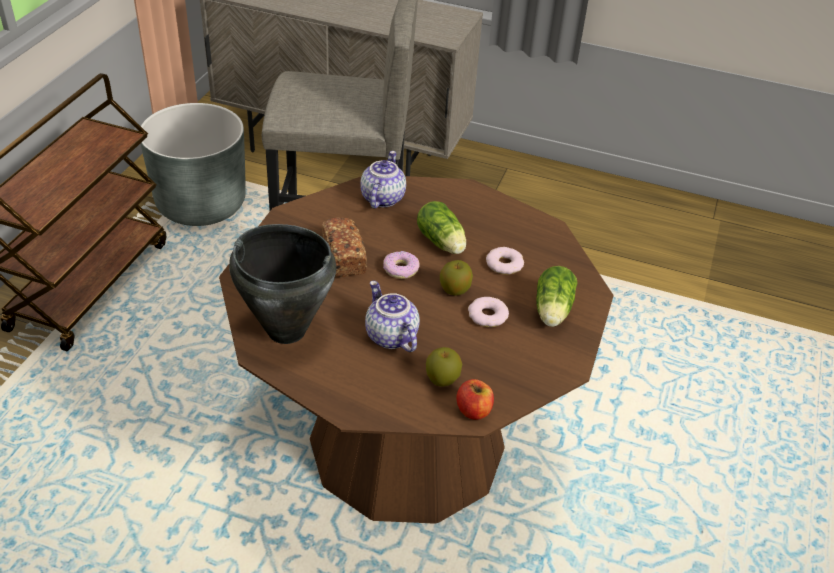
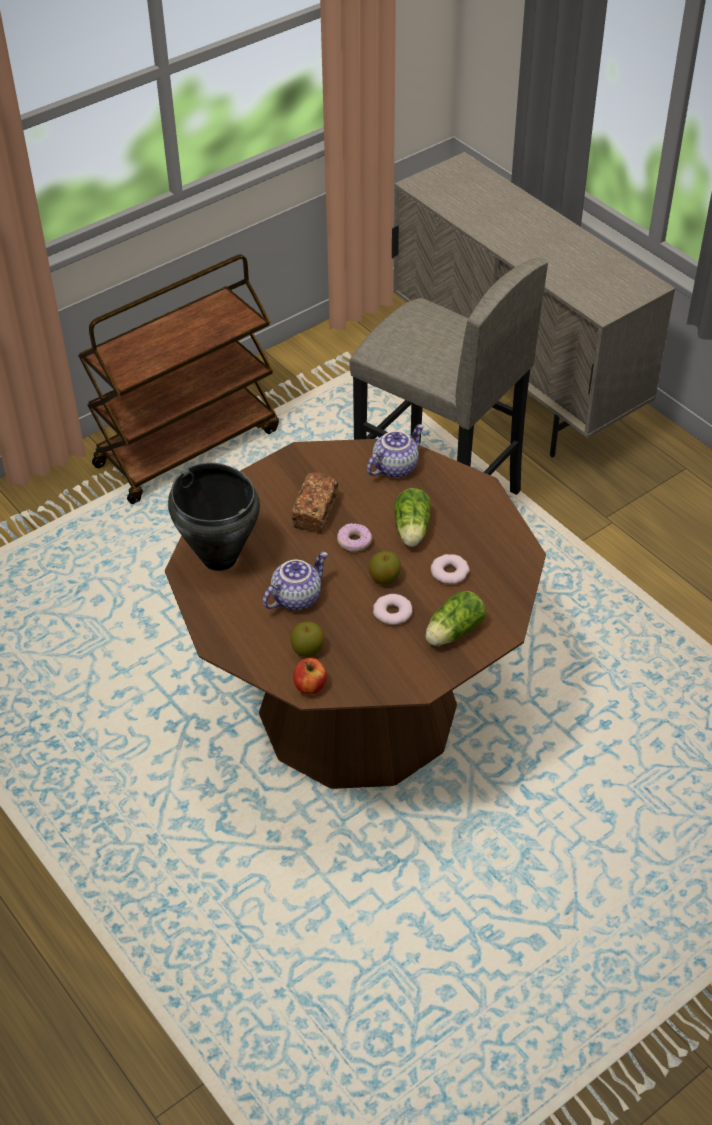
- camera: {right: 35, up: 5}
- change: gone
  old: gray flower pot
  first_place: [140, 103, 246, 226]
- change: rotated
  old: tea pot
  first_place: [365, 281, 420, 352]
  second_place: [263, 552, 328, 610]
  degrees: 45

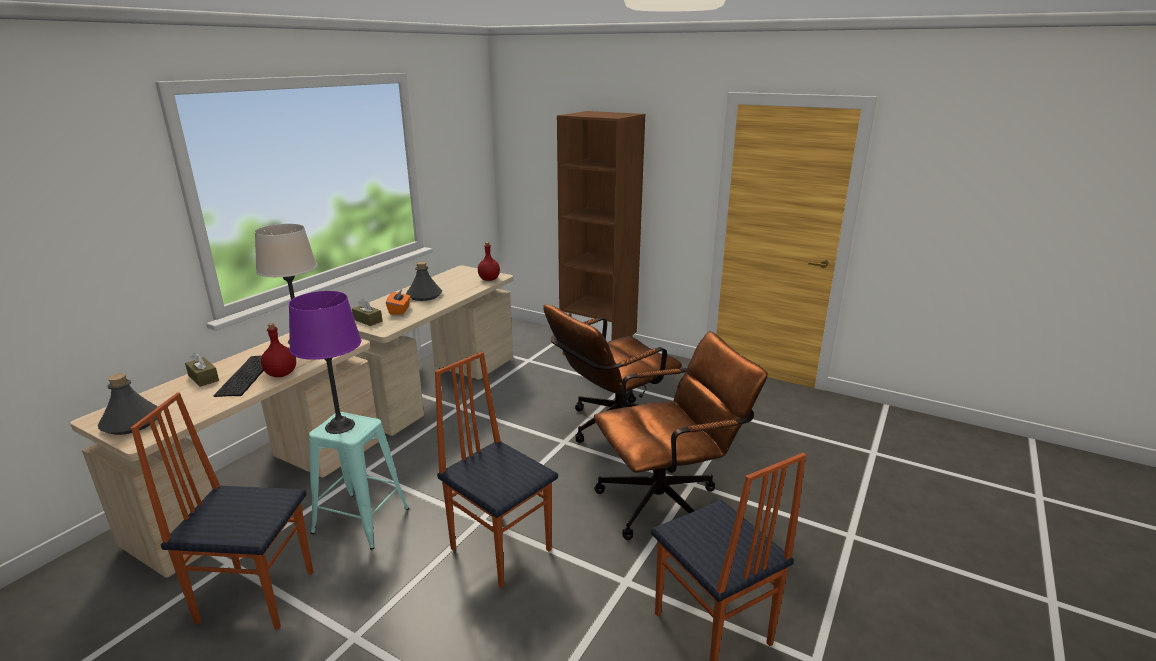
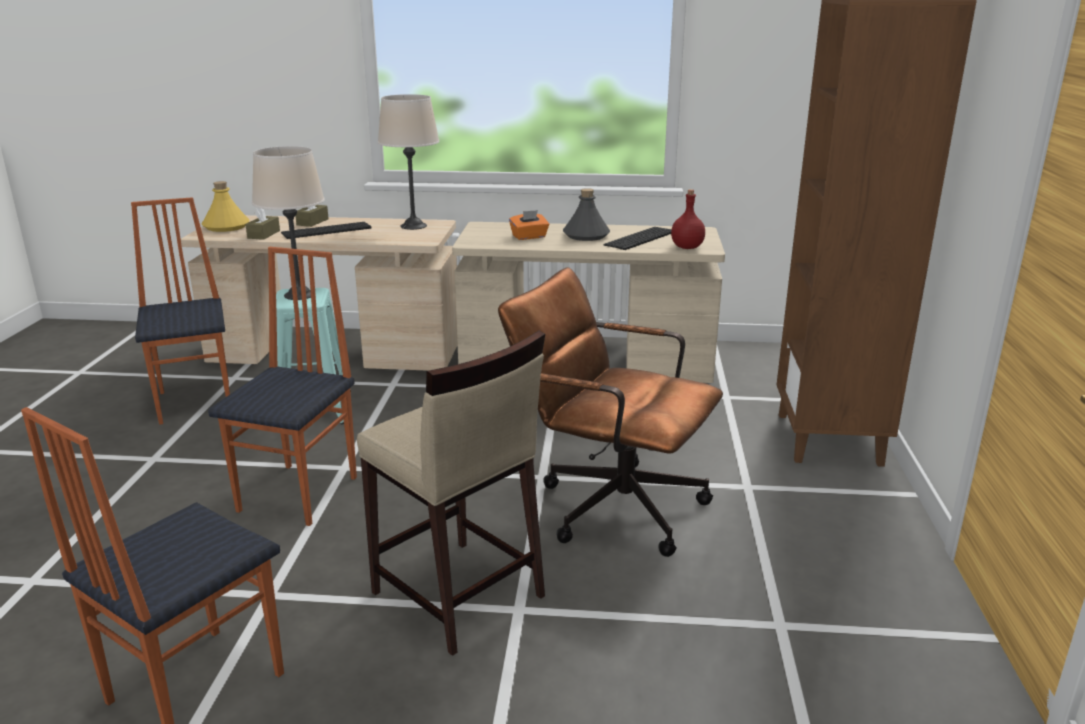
- camera: {right: 65, up: 0}
- change: repainted
  old: gray beverage bottle
  new: yellowish beverage bottle
  first_place: [98, 373, 161, 435]
  second_place: [202, 181, 250, 232]
- change: gone
  old: reddish beverage bottle
  first_place: [261, 323, 296, 377]
- change: repainted
  old: purple lamp for a table
  new: beige-coloured lamp for a table
  first_place: [289, 291, 361, 434]
  second_place: [252, 146, 325, 300]
- change: shifted
  old: brown-coloured tissue holder
  first_place: [352, 299, 382, 326]
  second_place: [245, 208, 280, 240]
- change: swapped
  old: brown-coloured computer chair
  new: beige-coloured stool seat
  first_place: [594, 331, 768, 540]
  second_place: [357, 331, 545, 656]
- change: new
  new: computer keyboard
  second_place: [604, 227, 672, 250]

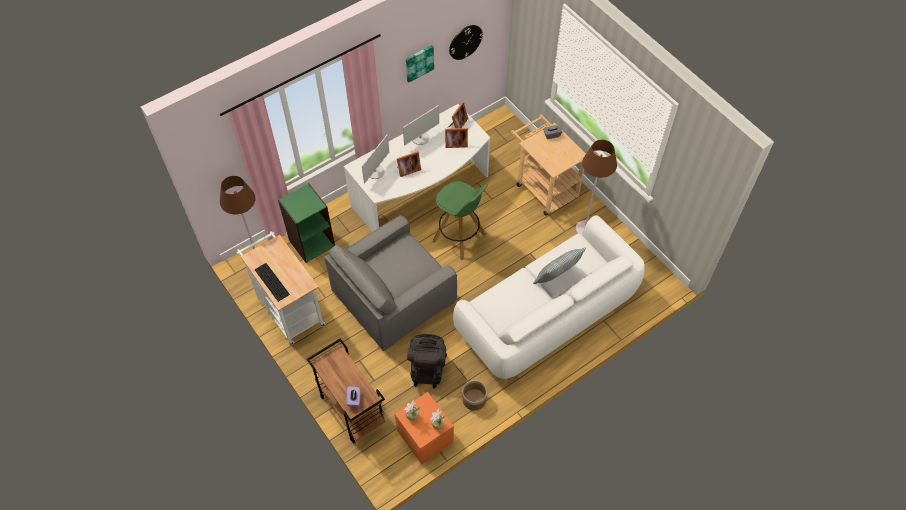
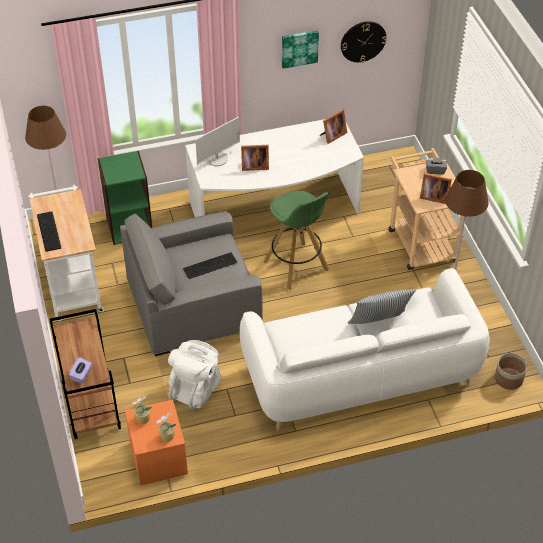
- camera: {right: 20, up: -10}
- change: gone
  old: monitor
  first_place: [403, 105, 439, 145]
- change: repainted
  old: black-coloured knapsack
  new: whitish knapsack
  first_place: [407, 334, 447, 388]
  second_place: [168, 340, 222, 409]
- change: shifted
  old: picture frame
  first_place: [445, 128, 468, 148]
  second_place: [420, 173, 452, 204]
- change: shifted
  old: flower pot
  first_place: [462, 380, 487, 410]
  second_place: [495, 353, 527, 390]
- change: new
  new: computer keyboard
  second_place: [183, 252, 237, 279]

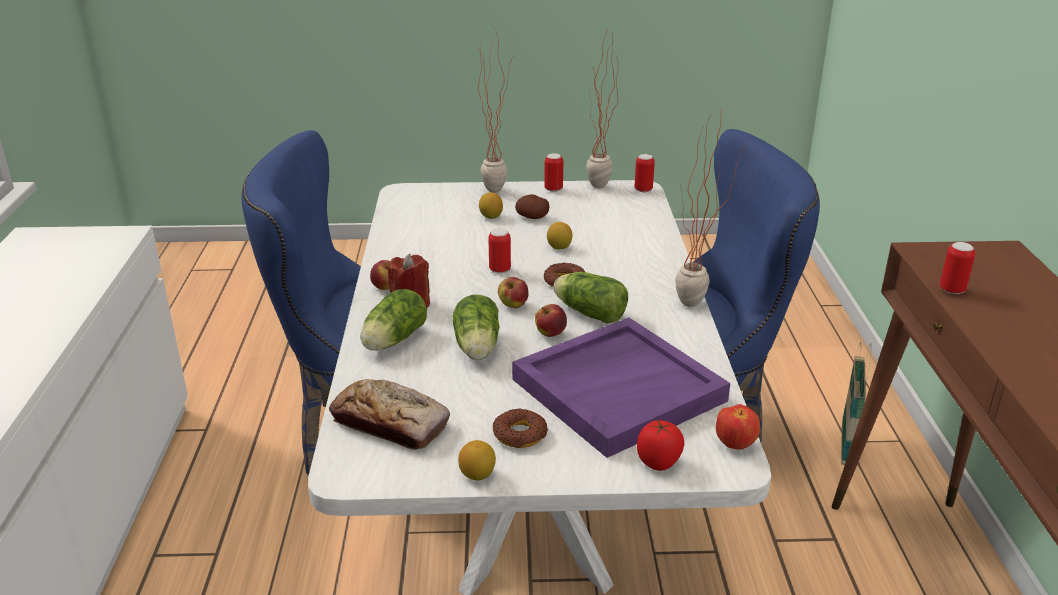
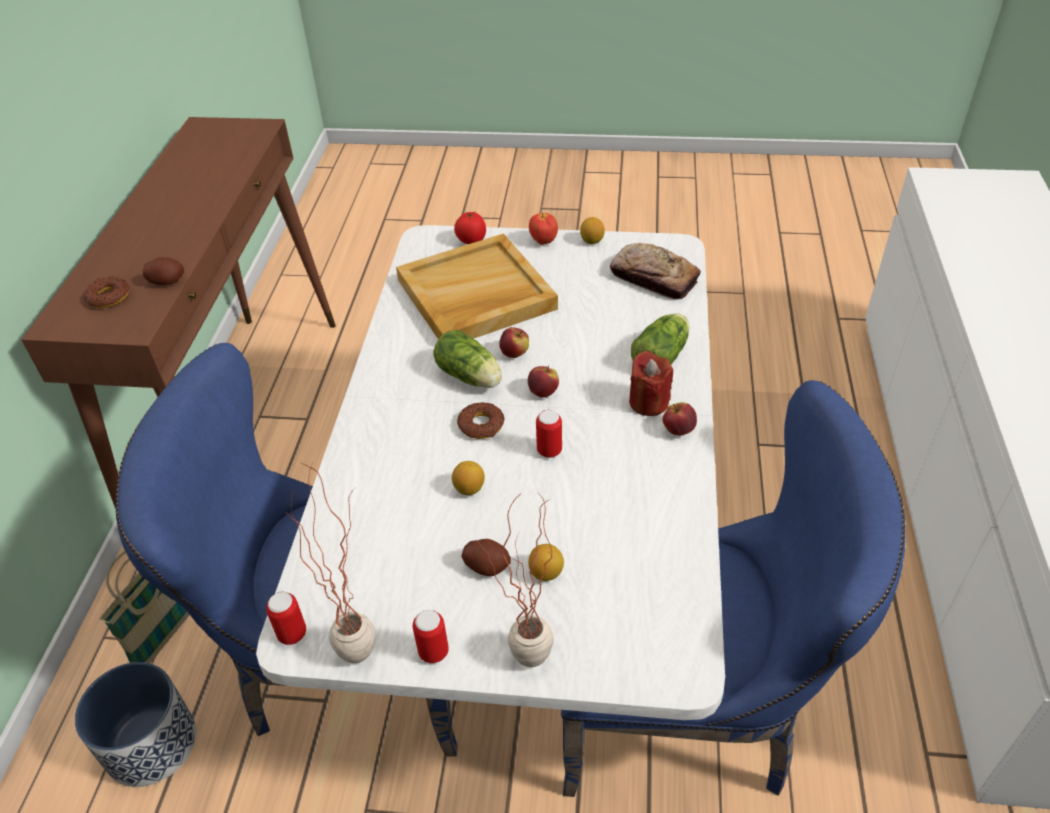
- camera: {right: -170, up: 15}
- change: gone
  old: lettuce head
  first_place: [453, 295, 500, 360]
- change: shifted
  old: doughnut
  first_place: [493, 408, 548, 448]
  second_place: [84, 276, 130, 308]
- change: repainted
  old: purple carrying tray
  new: beige-coloured carrying tray
  first_place: [512, 317, 730, 458]
  second_place: [396, 233, 558, 339]
- change: gone
  old: plant in a pot
  first_place: [675, 107, 747, 307]
- change: shifted
  old: apple
  first_place: [716, 404, 760, 450]
  second_place: [529, 212, 558, 245]
- change: swapped
  old: sealed can
  new: whole potato
  first_place: [940, 242, 975, 294]
  second_place: [143, 257, 184, 285]
- change: new
  new: flower pot
  second_place: [75, 662, 196, 787]

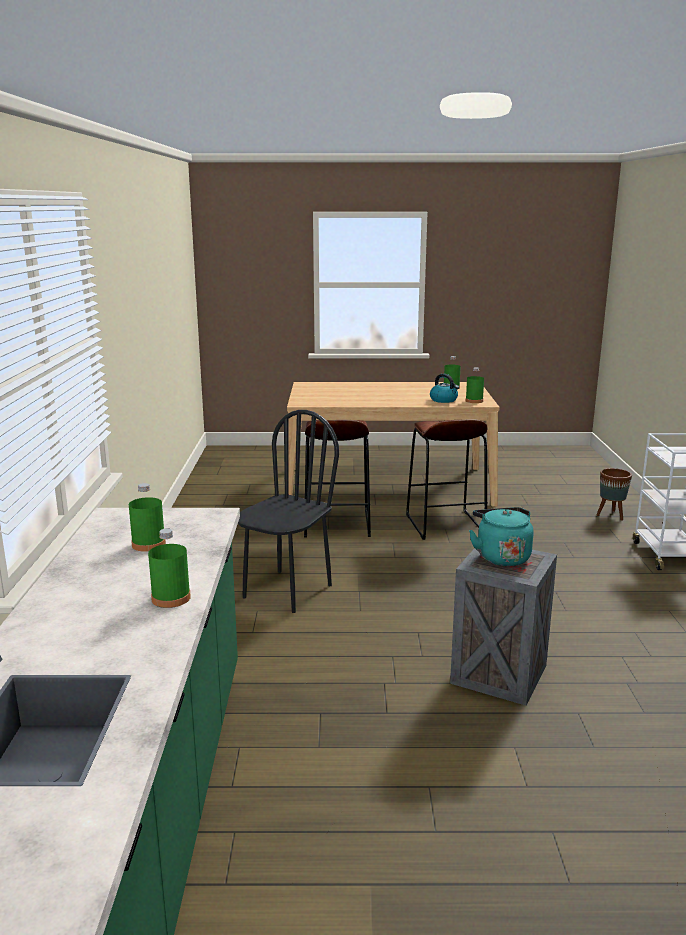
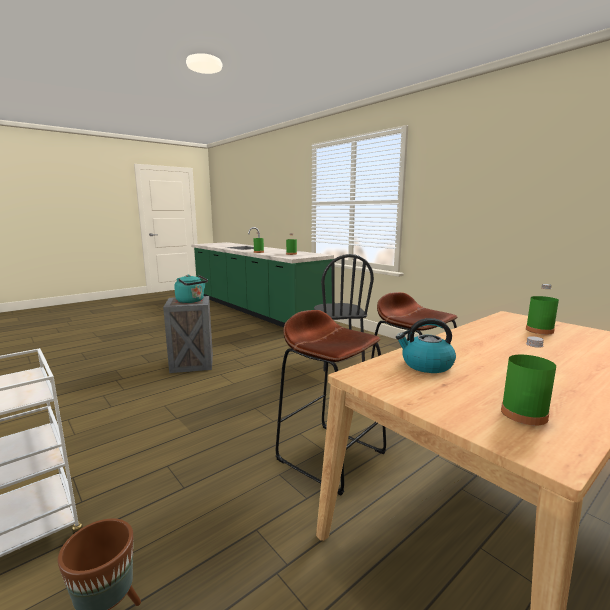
- camera: {right: 140, up: -5}
- change: shifted
  old: green-coloured beverage bottle
  first_place: [466, 367, 484, 403]
  second_place: [526, 284, 559, 334]

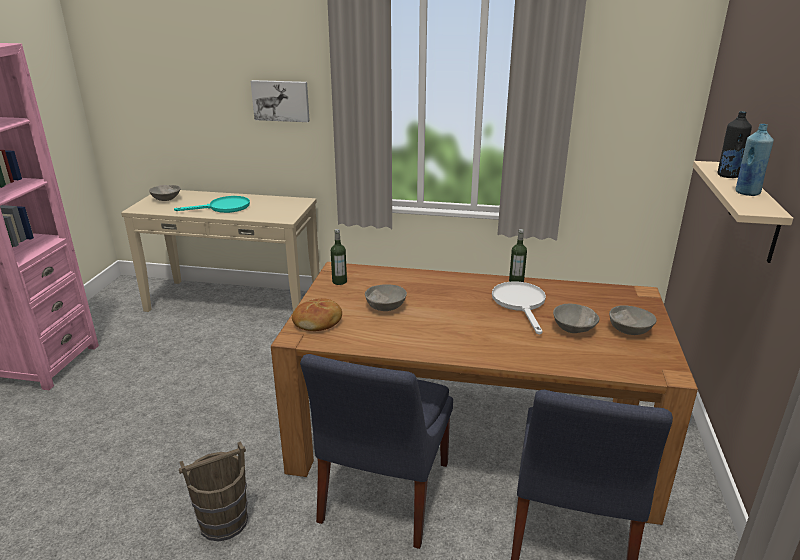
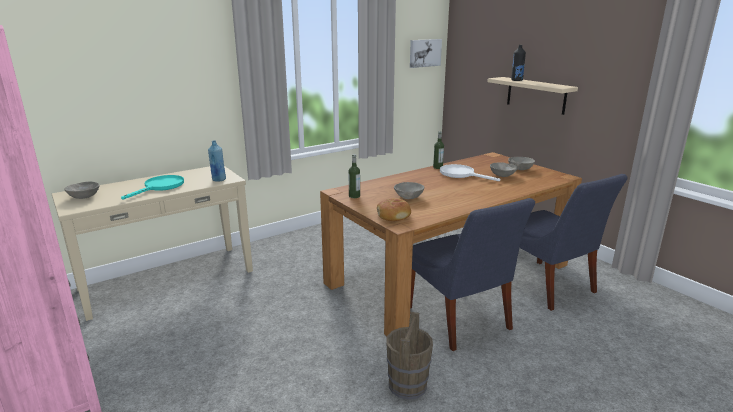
- camera: {right: -45, up: -5}
- change: shifted
  old: picture
  first_place: [251, 80, 310, 122]
  second_place: [410, 39, 442, 68]
- change: shifted
  old: blue beverage bottle
  first_place: [735, 124, 774, 196]
  second_place: [208, 141, 226, 182]

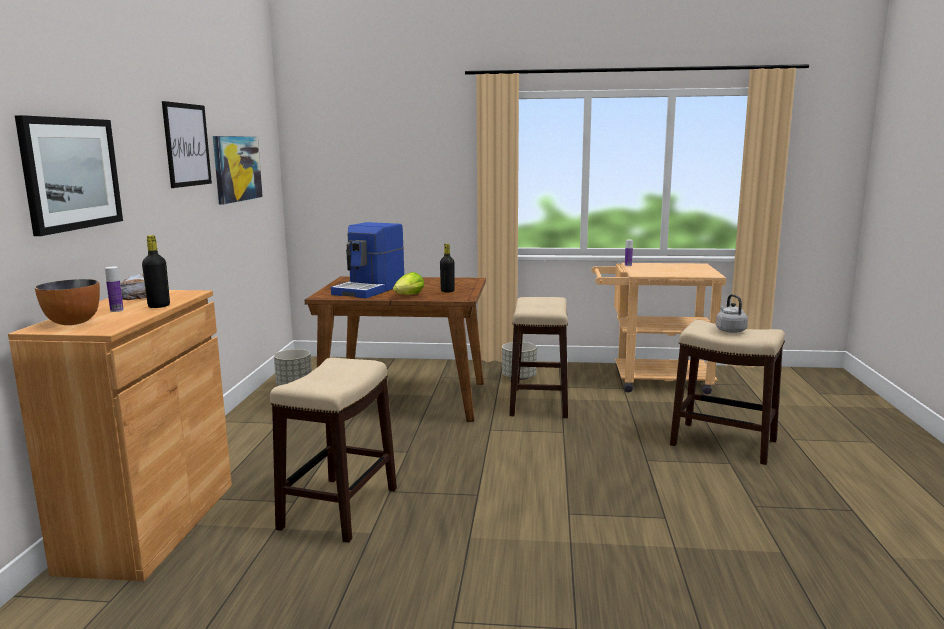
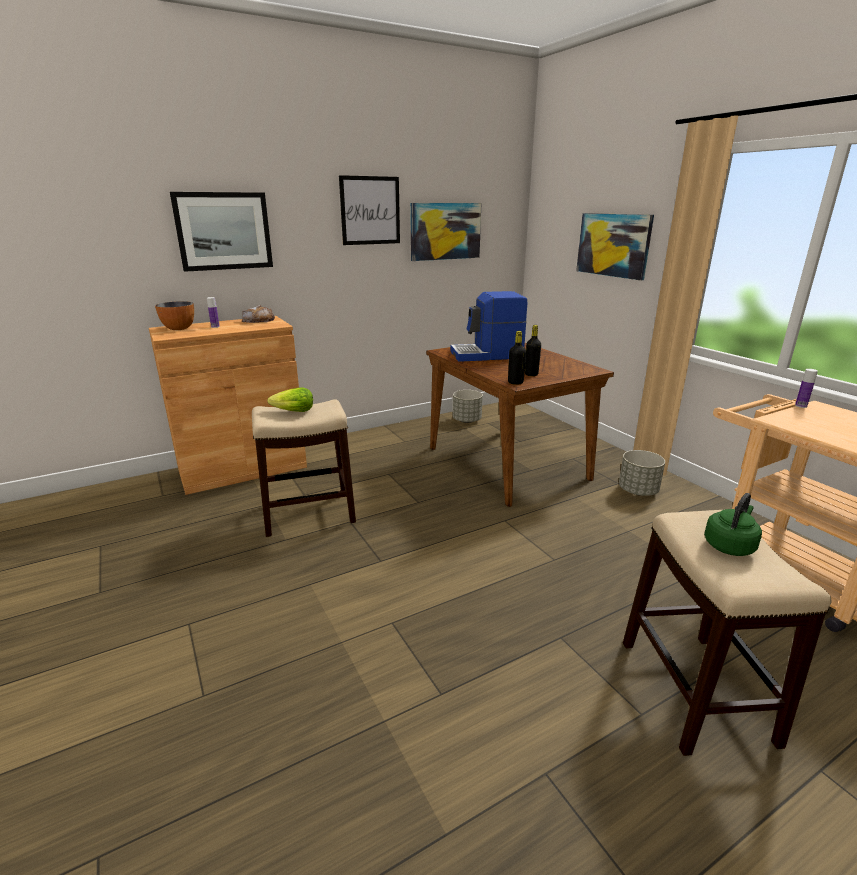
- camera: {right: 55, up: 10}
- change: shifted
  old: black-coloured beverage bottle
  first_place: [142, 235, 170, 308]
  second_place: [508, 331, 526, 385]
- change: shifted
  old: lettuce head
  first_place: [393, 272, 424, 295]
  second_place: [267, 387, 313, 412]
- change: gone
  old: stool seat
  first_place: [509, 297, 568, 418]
- change: repainted
  old: gray kettle
  new: green-coloured kettle
  first_place: [716, 294, 748, 333]
  second_place: [704, 493, 762, 556]
- change: new
  new: picture
  second_place: [576, 213, 654, 280]

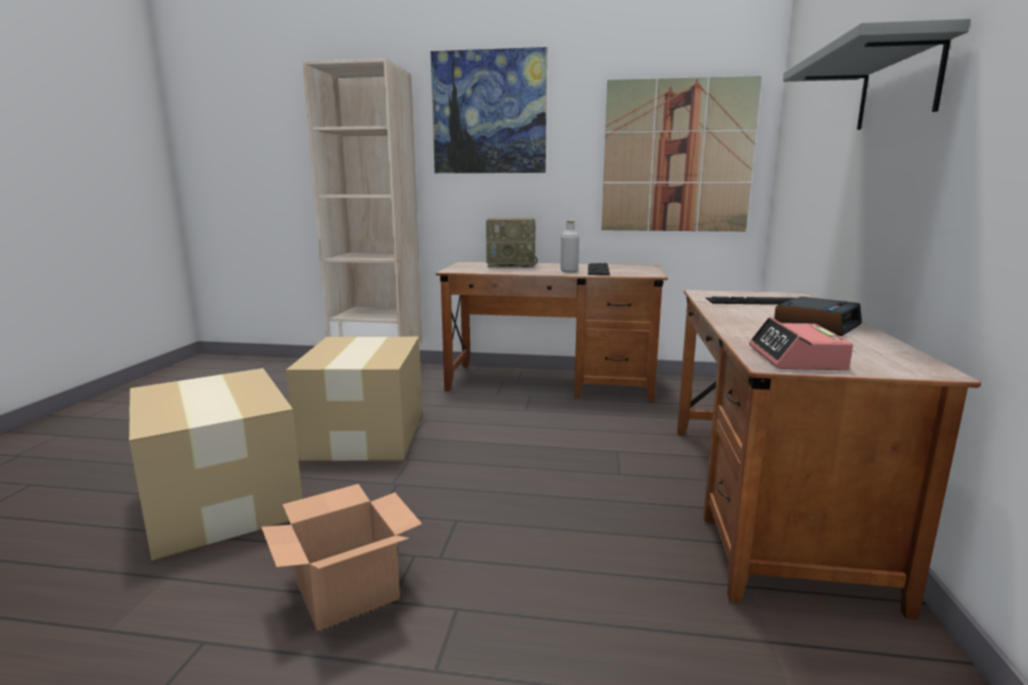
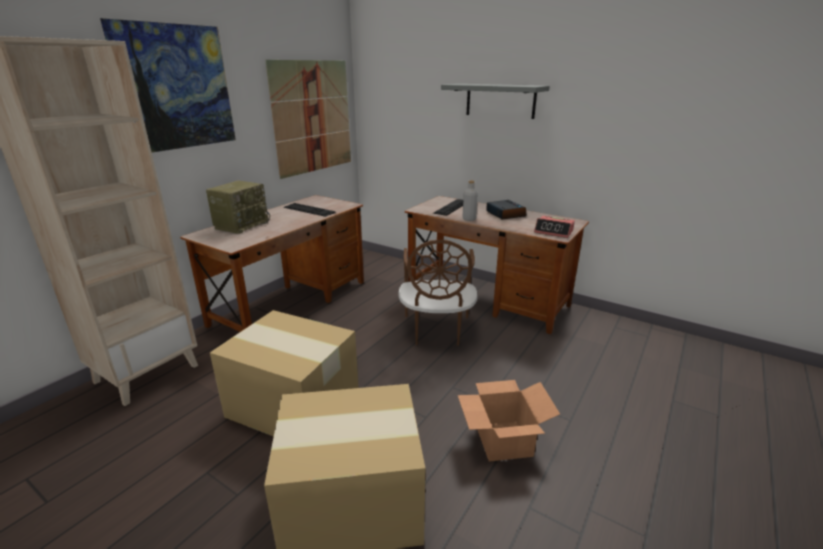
- camera: {right: -65, up: 10}
- change: shifted
  old: gray beverage bottle
  first_place: [560, 221, 579, 272]
  second_place: [462, 180, 478, 221]
- change: new
  new: brown-coloured upright chair
  second_place: [398, 240, 478, 346]

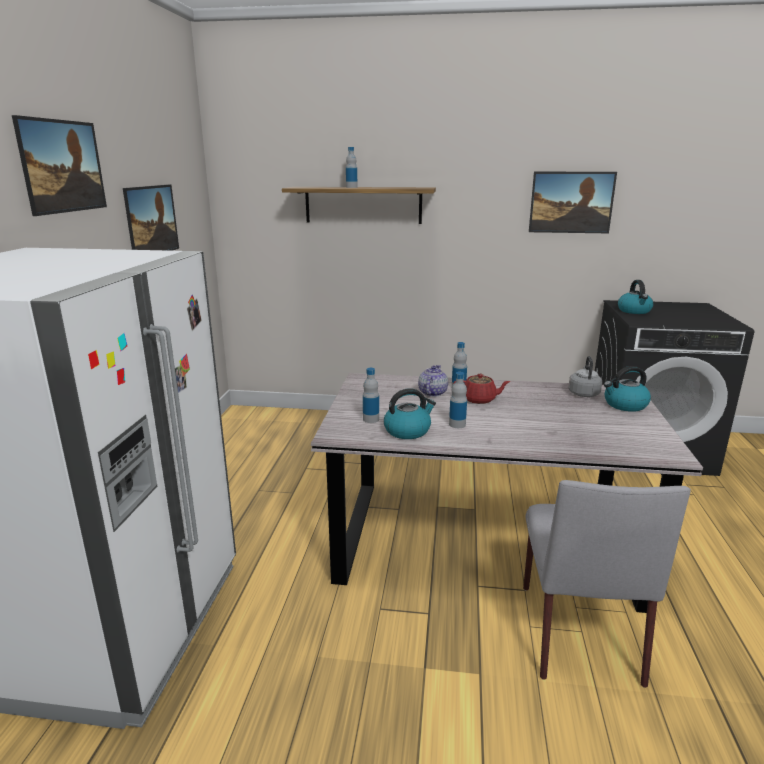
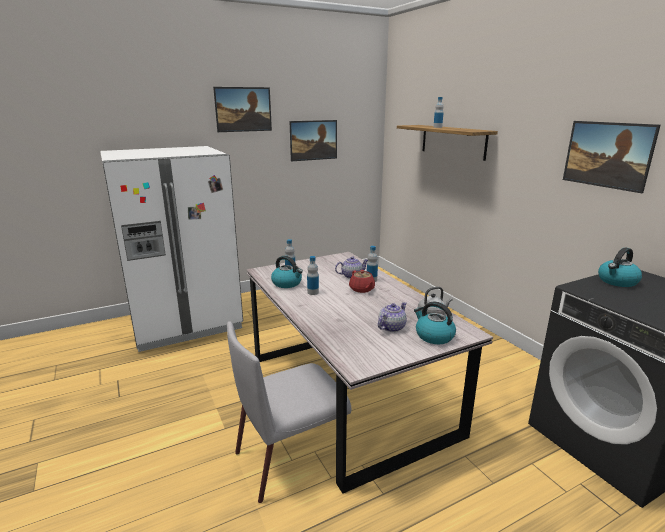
- camera: {right: 55, up: 0}
- change: new
  new: tea pot
  second_place: [378, 302, 407, 332]

